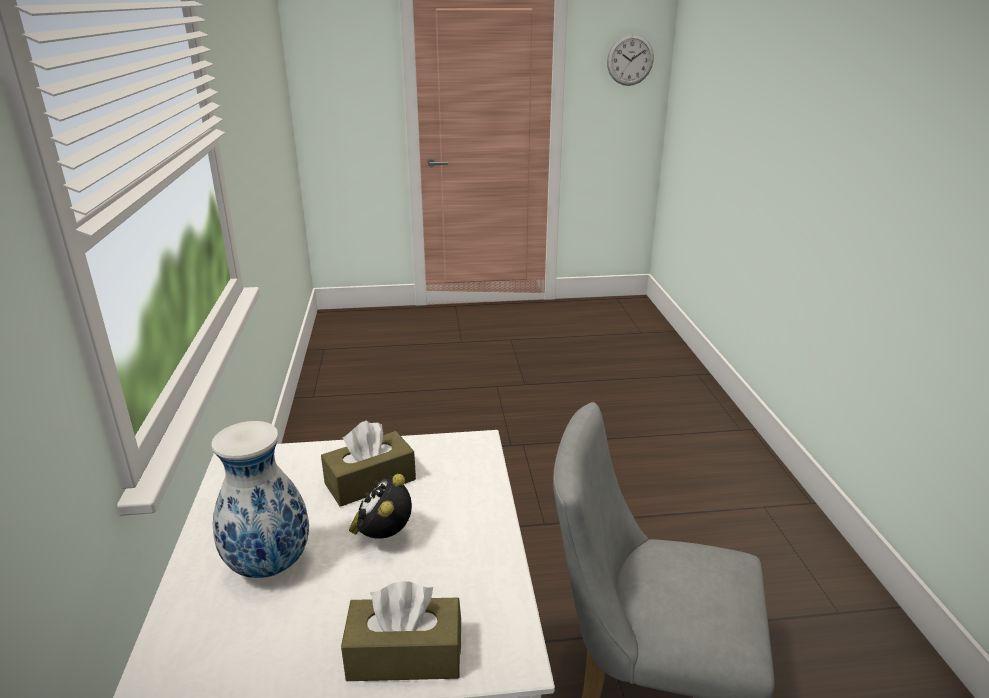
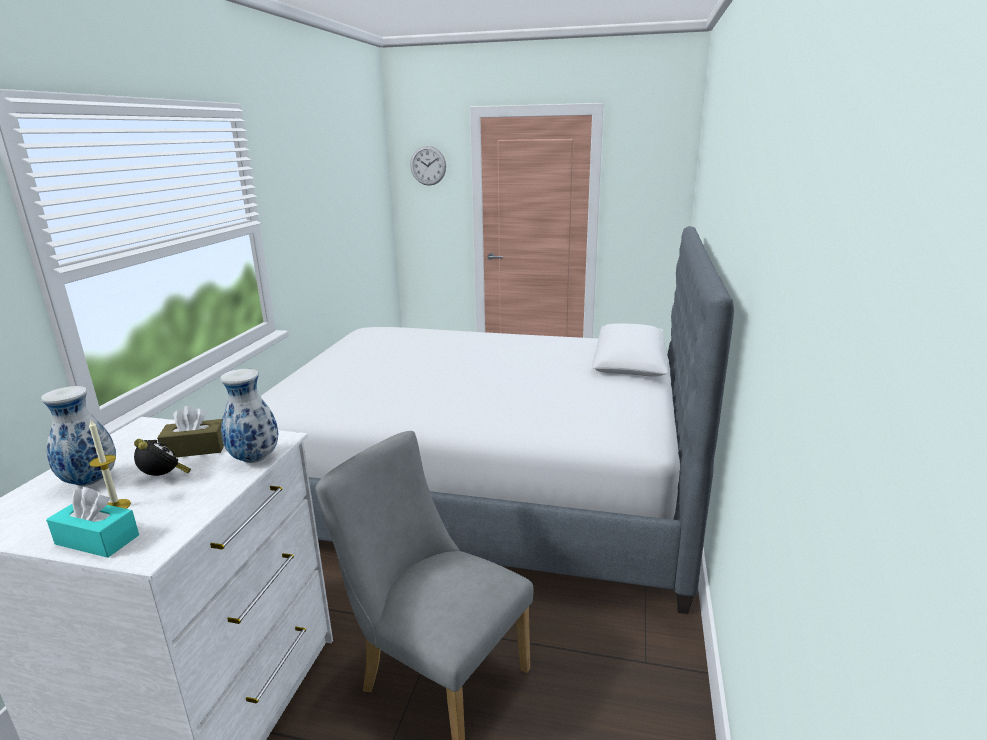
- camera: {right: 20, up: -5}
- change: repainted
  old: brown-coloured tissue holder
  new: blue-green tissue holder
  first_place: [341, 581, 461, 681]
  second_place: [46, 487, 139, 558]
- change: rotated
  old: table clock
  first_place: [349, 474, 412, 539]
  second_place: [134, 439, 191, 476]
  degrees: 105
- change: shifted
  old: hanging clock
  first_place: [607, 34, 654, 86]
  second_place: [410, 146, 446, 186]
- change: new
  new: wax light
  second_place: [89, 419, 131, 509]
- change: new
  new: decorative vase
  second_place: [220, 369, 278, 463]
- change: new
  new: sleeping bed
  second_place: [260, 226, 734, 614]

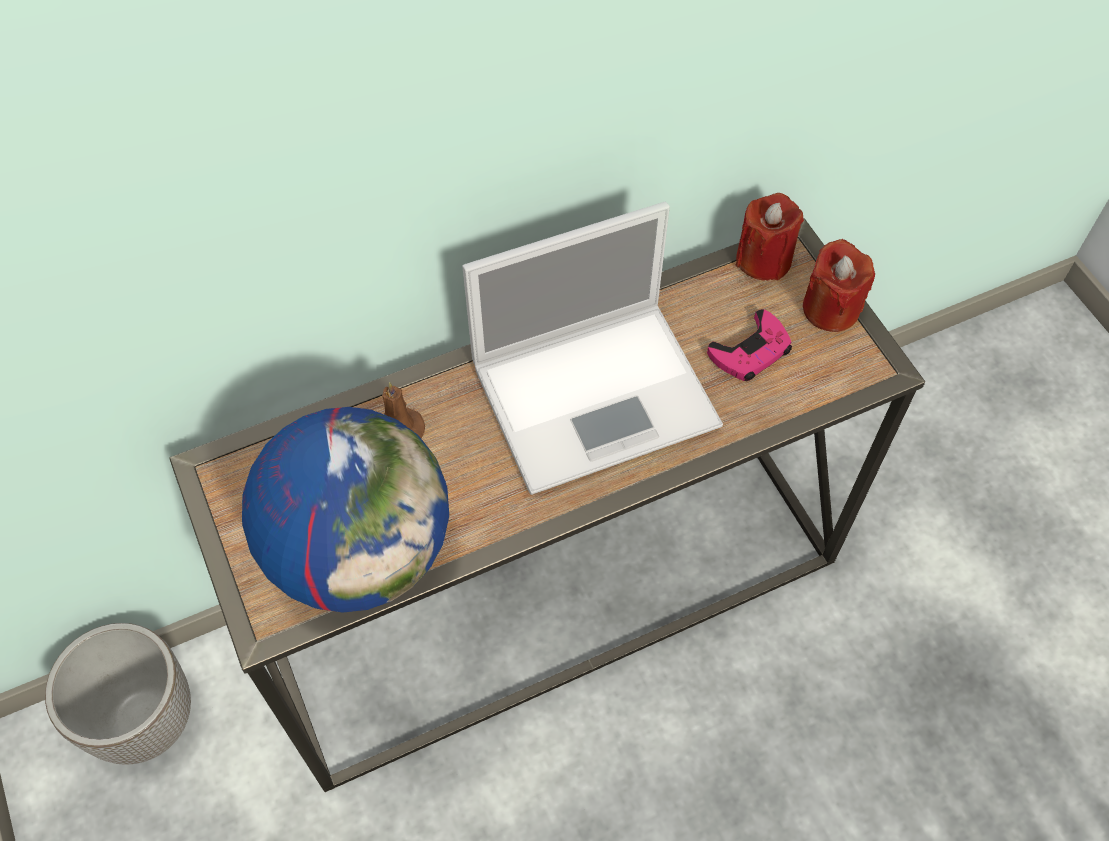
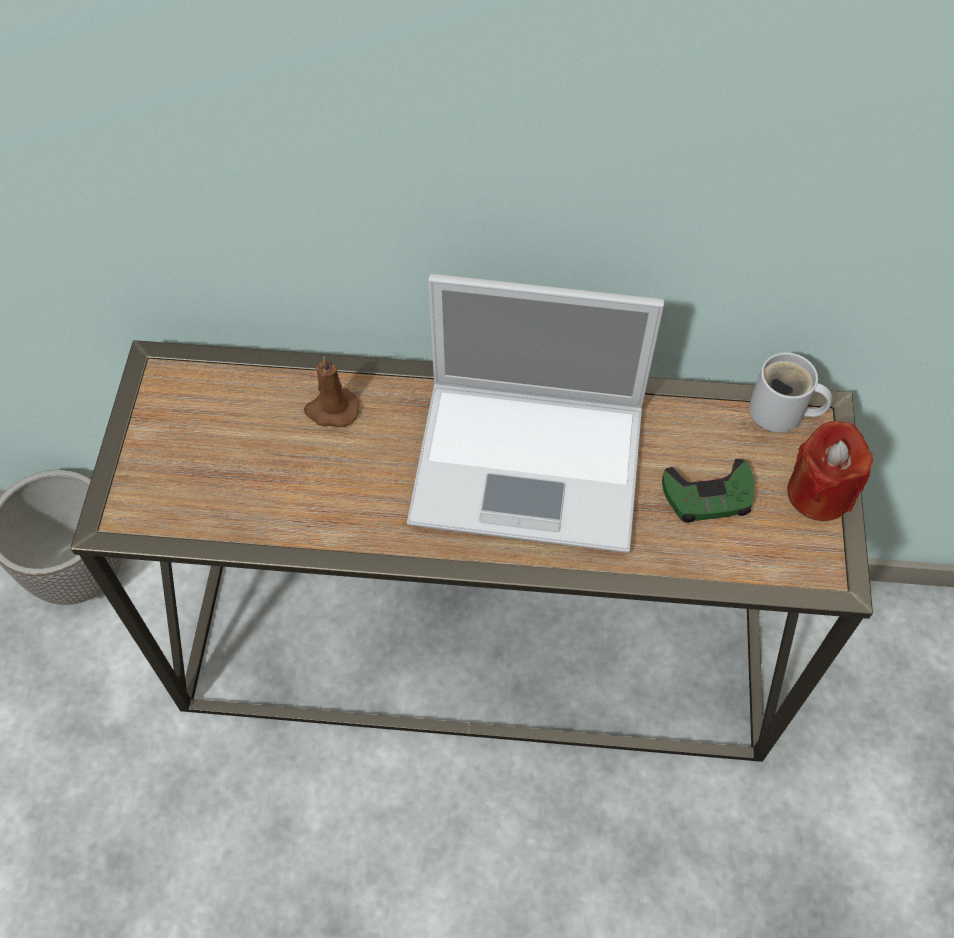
- camera: {right: 30, up: 0}
- change: gone
  old: world globe
  first_place: [242, 407, 449, 613]
- change: repainted
  old: pink-coloured gamepad
  new: green-coloured gamepad
  first_place: [707, 309, 792, 381]
  second_place: [662, 459, 754, 523]
- change: swapped
  old: reddish wax light
  new: whitish coffee mug
  first_place: [736, 193, 804, 281]
  second_place: [749, 352, 832, 432]

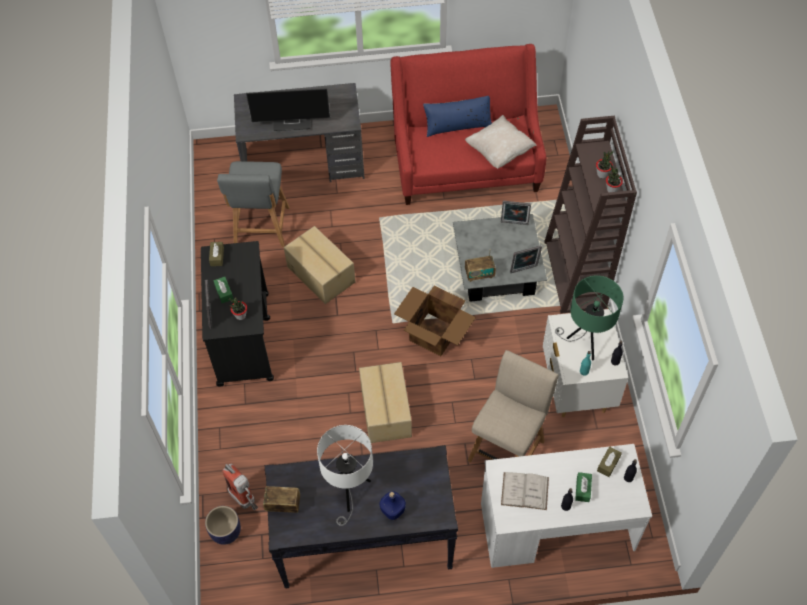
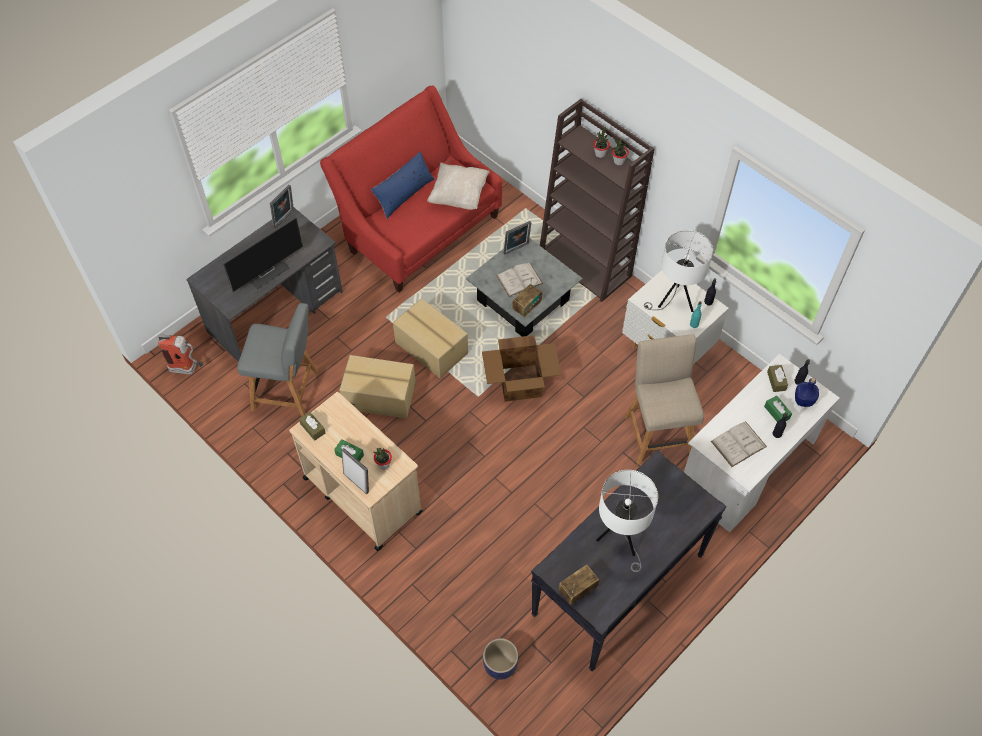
- camera: {right: -40, up: 0}
- change: repainted
  old: black-coloured trolley
  new: beige-coloured trolley
  first_place: [201, 241, 274, 387]
  second_place: [289, 392, 423, 551]
- change: rotated
  old: gray upright chair
  first_place: [217, 161, 290, 247]
  second_place: [237, 303, 318, 417]
  degrees: -45
- change: shifted
  old: extinguisher
  first_place: [222, 464, 258, 510]
  second_place: [158, 335, 204, 374]
- change: shifted
  old: carton
  first_place: [359, 362, 412, 443]
  second_place: [393, 298, 468, 378]
- change: shifted
  old: blue beverage bottle
  first_place: [380, 491, 406, 520]
  second_place: [795, 378, 819, 407]
- change: shifted
  old: picture frame
  first_place: [510, 245, 542, 273]
  second_place: [270, 185, 294, 228]
- change: repainted
  old: green-coloured lamp for a table
  new: whitish lamp for a table
  first_place: [555, 275, 623, 361]
  second_place: [644, 230, 713, 312]
- change: new
  new: whitish bound book
  second_place: [496, 263, 543, 297]

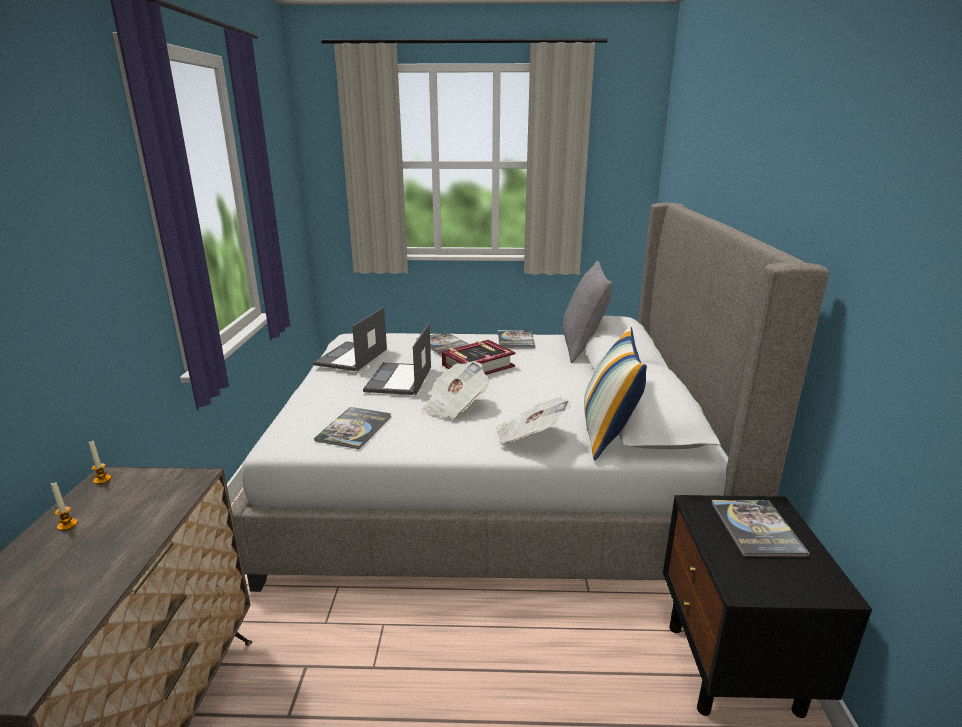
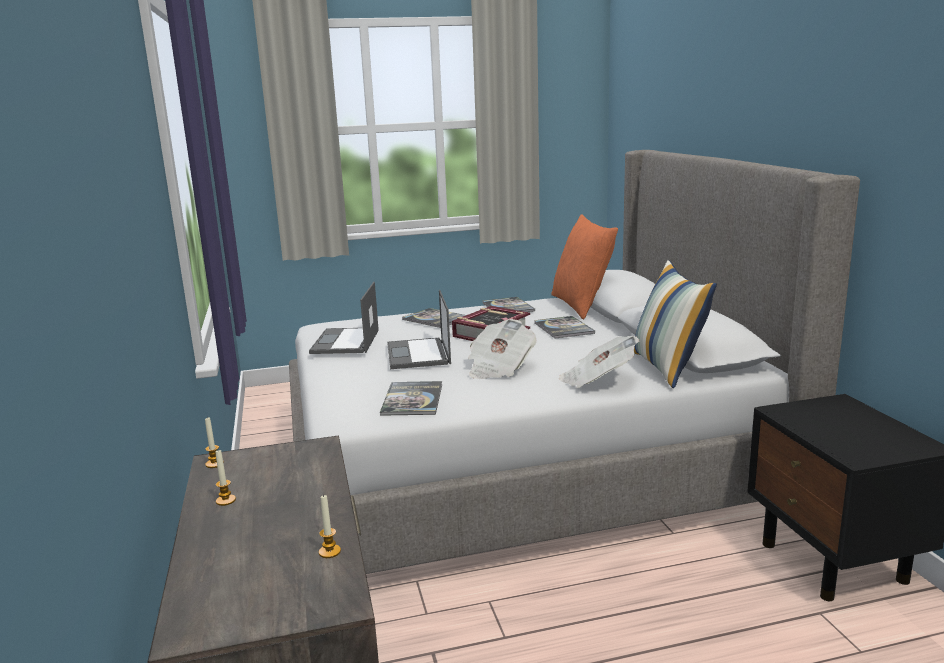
- camera: {right: -15, up: -5}
- change: repainted
  old: gray throw pillow
  new: orangey throw pillow
  first_place: [563, 261, 613, 363]
  second_place: [551, 214, 618, 319]
- change: shifted
  old: bound book
  first_place: [711, 500, 810, 557]
  second_place: [534, 316, 595, 339]
- change: new
  new: wax light
  second_place: [319, 494, 341, 558]

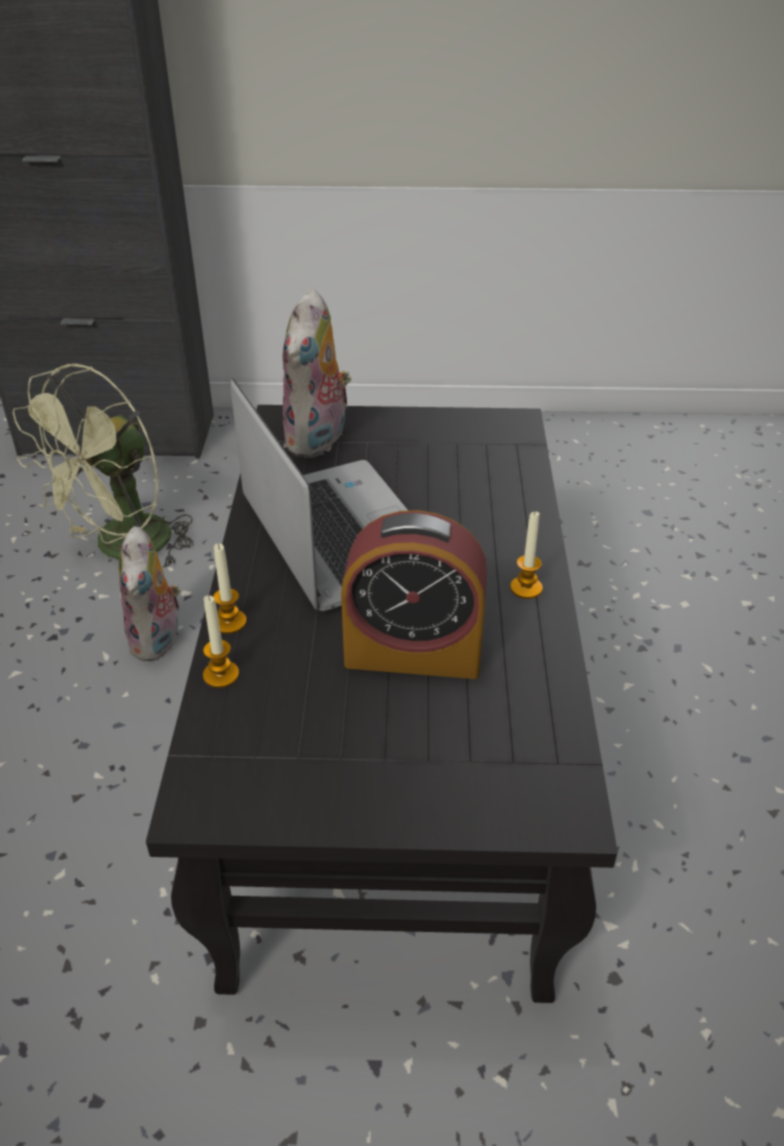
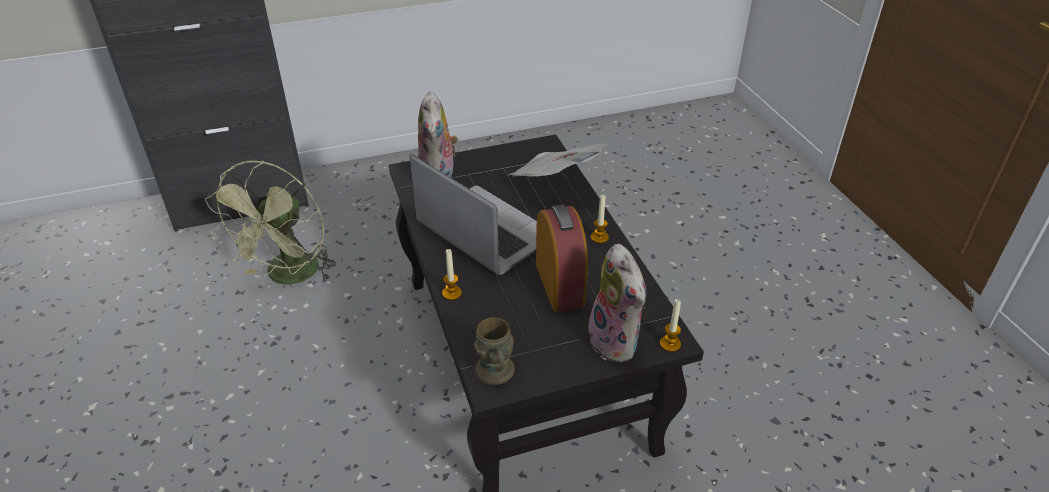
- camera: {right: -20, up: 0}
- change: shifted
  old: soft toy
  first_place: [119, 526, 182, 661]
  second_place: [585, 244, 646, 362]
- change: shifted
  old: wax light
  first_place: [203, 595, 239, 688]
  second_place: [660, 299, 681, 352]
- change: rotated
  old: table clock
  first_place: [341, 510, 487, 679]
  second_place: [536, 205, 588, 312]
  degrees: -90
- change: new
  new: brown-coloured coffee mug
  second_place: [474, 317, 515, 385]
- change: new
  new: daily paper
  second_place: [509, 144, 610, 177]

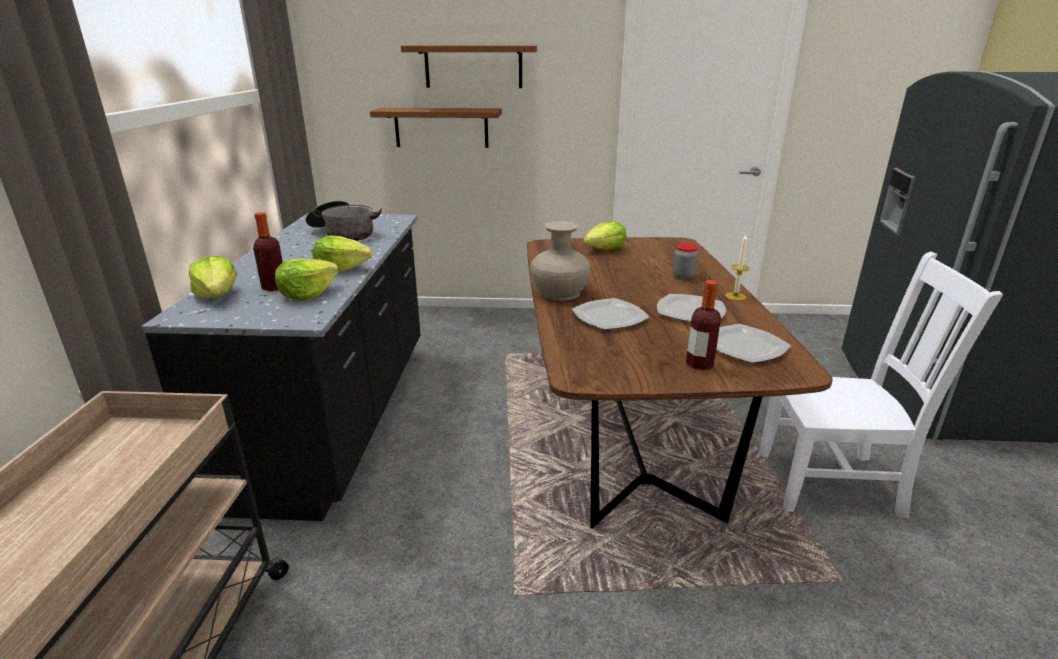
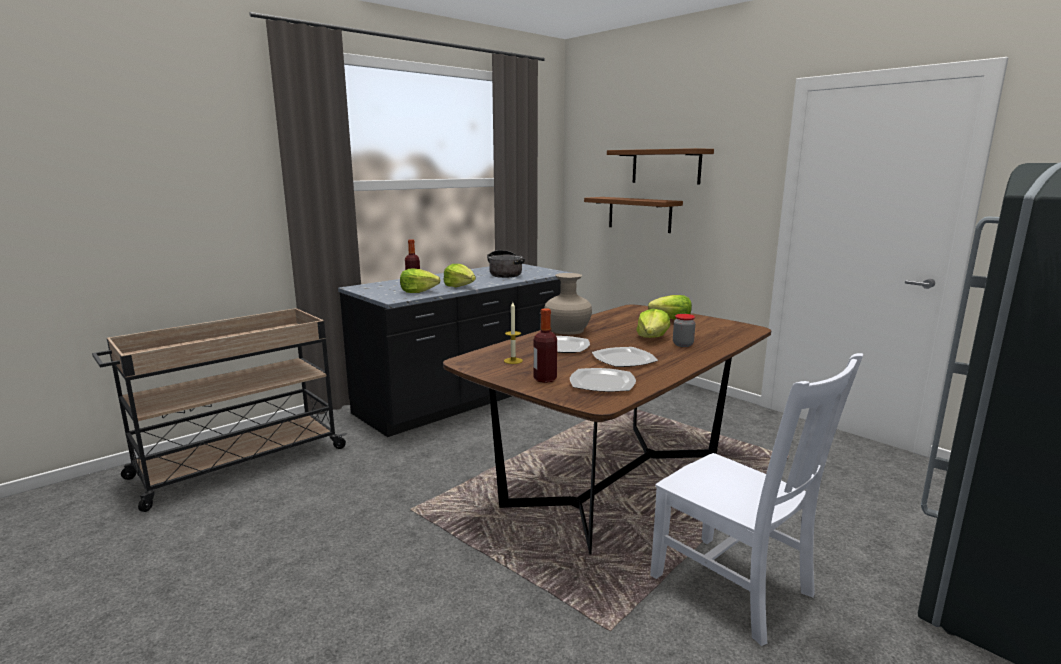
- camera: {right: 45, up: -10}
- change: shifted
  old: lettuce head
  first_place: [189, 256, 237, 298]
  second_place: [636, 309, 670, 338]
- change: shifted
  old: wax light
  first_place: [725, 234, 749, 301]
  second_place: [504, 302, 523, 364]

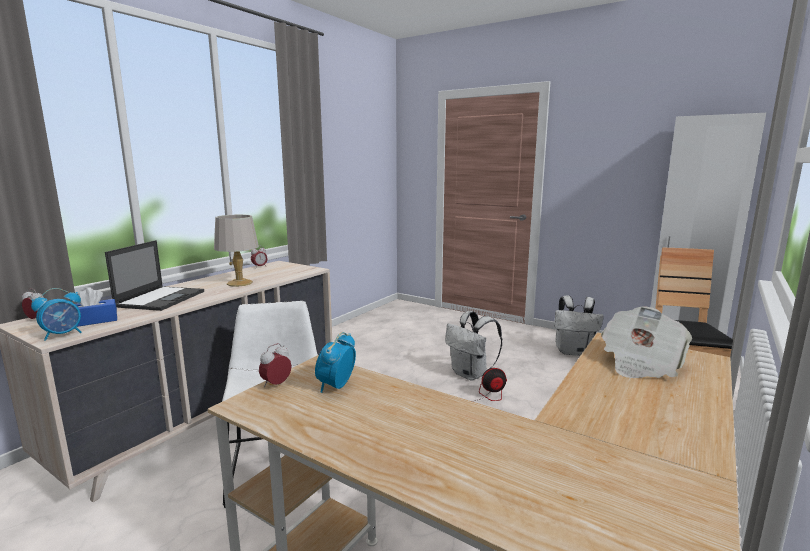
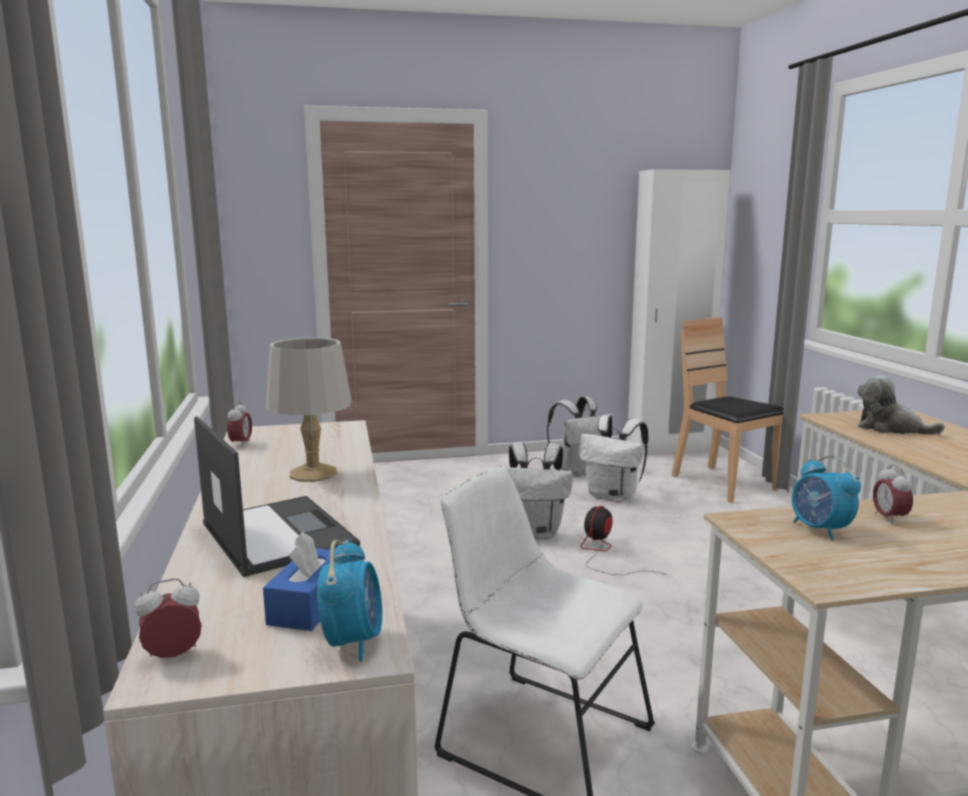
- camera: {right: -45, up: 0}
- change: shifted
  old: table clock
  first_place: [259, 343, 292, 387]
  second_place: [873, 464, 913, 525]
- change: swapped
  old: daily paper
  new: soft toy
  first_place: [601, 306, 692, 378]
  second_place: [858, 375, 945, 435]
- change: new
  new: whitish knapsack
  second_place: [579, 415, 648, 503]

